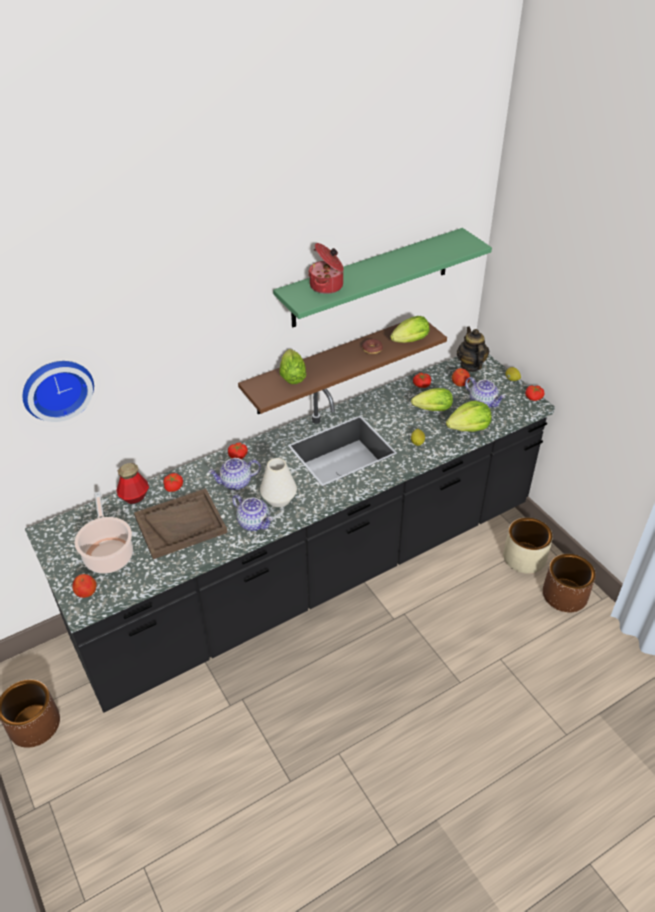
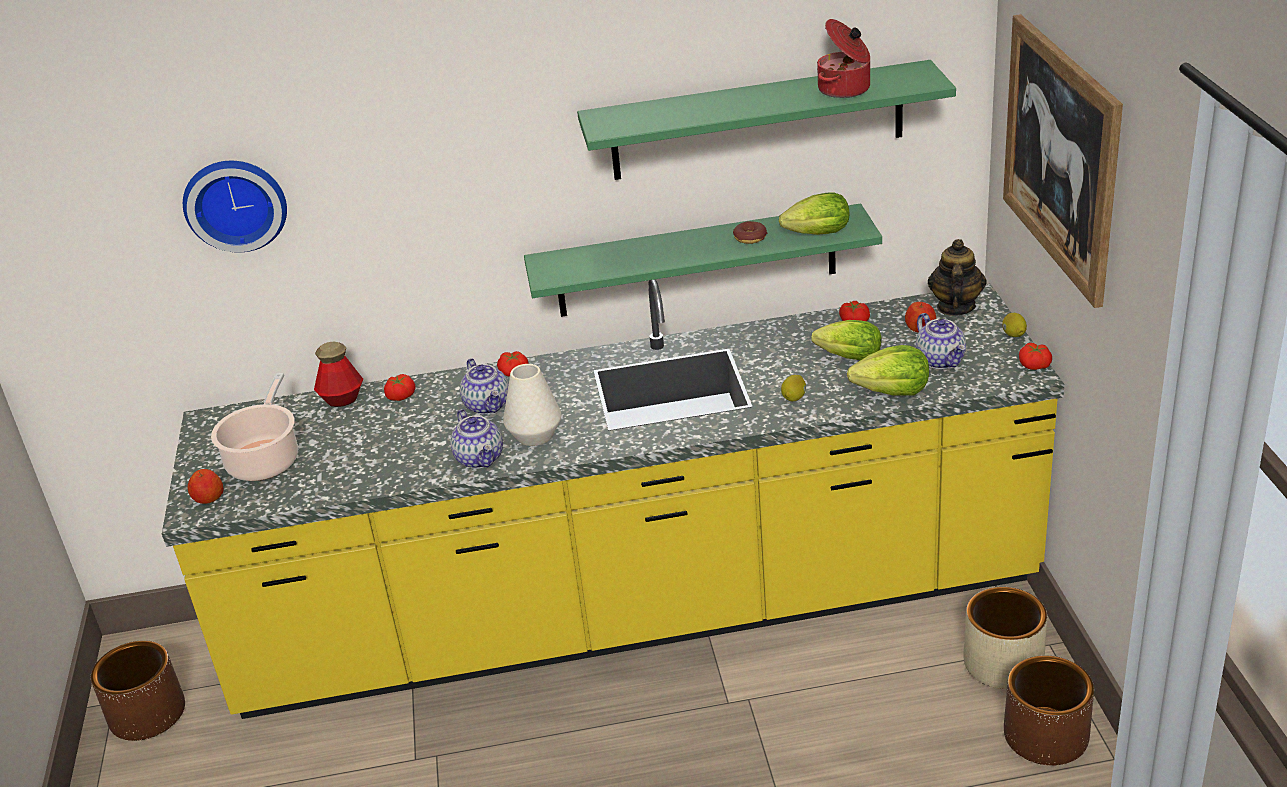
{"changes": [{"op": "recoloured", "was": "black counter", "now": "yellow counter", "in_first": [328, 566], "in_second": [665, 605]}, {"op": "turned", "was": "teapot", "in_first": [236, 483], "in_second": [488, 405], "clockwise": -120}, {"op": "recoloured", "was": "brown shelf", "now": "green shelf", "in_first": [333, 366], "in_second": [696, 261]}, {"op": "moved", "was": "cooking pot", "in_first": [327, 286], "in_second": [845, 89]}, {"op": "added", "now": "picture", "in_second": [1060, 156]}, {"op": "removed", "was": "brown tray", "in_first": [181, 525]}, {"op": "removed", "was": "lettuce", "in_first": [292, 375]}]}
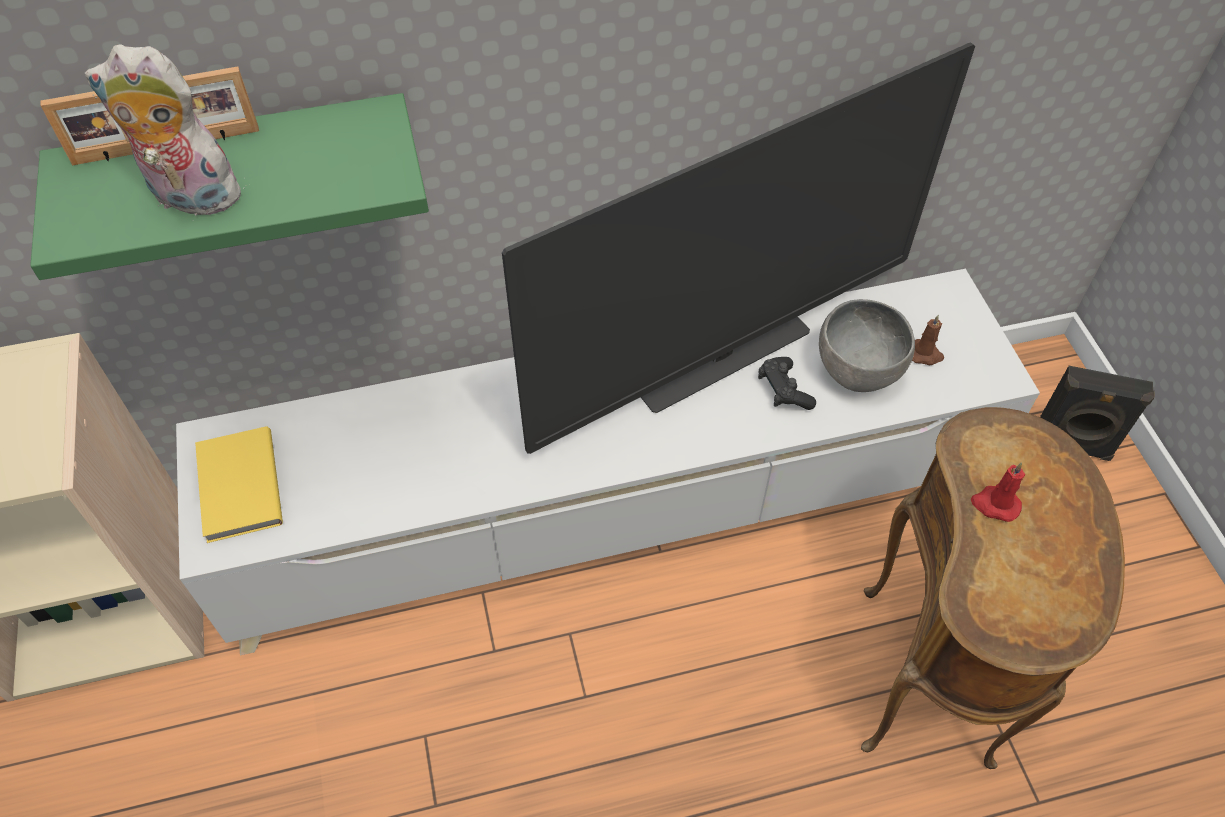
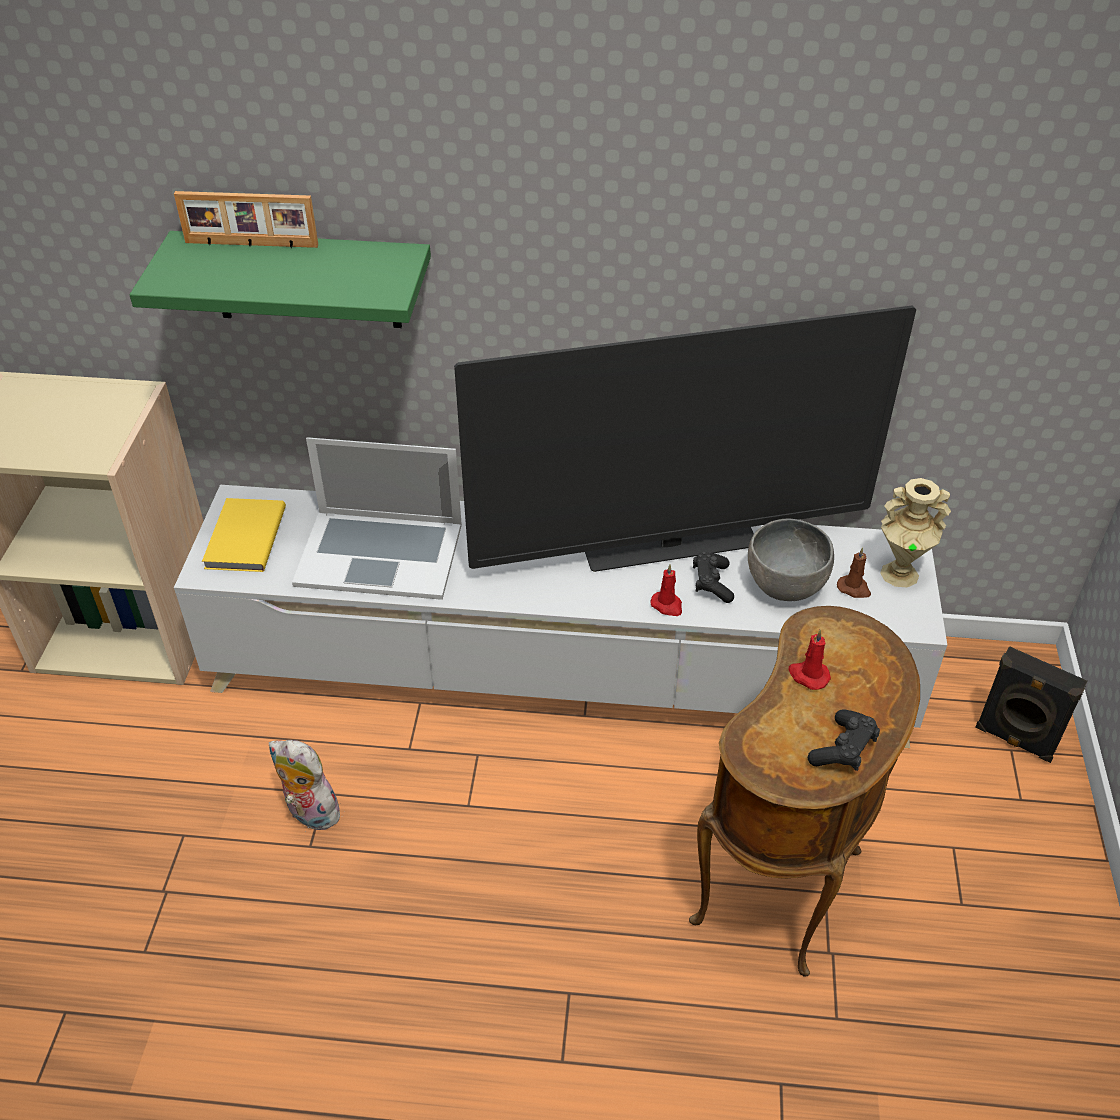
{"changes": [{"op": "moved", "was": "plush toy", "in_first": [190, 198], "in_second": [309, 813]}, {"op": "added", "now": "laptop", "in_second": [380, 553]}, {"op": "added", "now": "red candle", "in_second": [667, 605]}, {"op": "added", "now": "black game controller", "in_second": [843, 750]}, {"op": "added", "now": "beige vase", "in_second": [899, 573]}]}
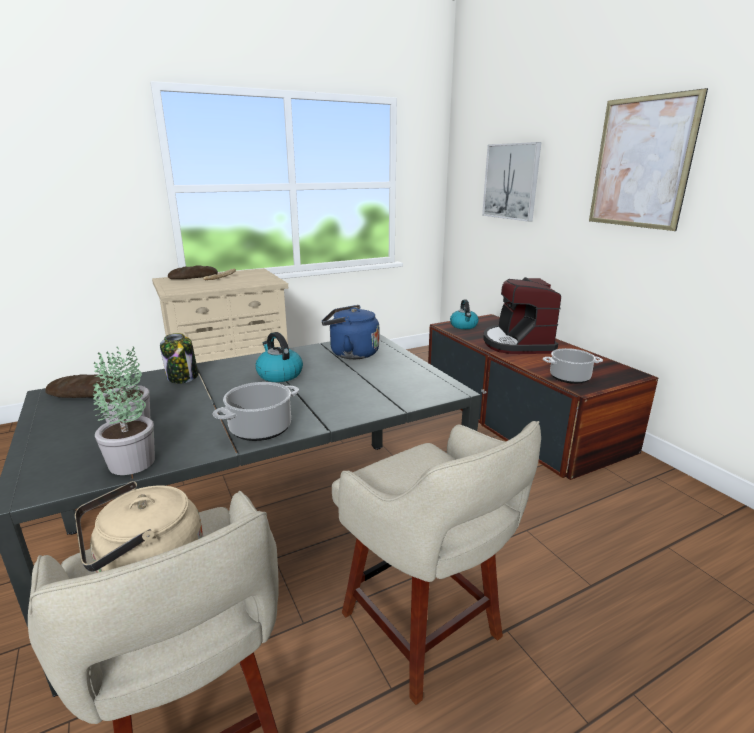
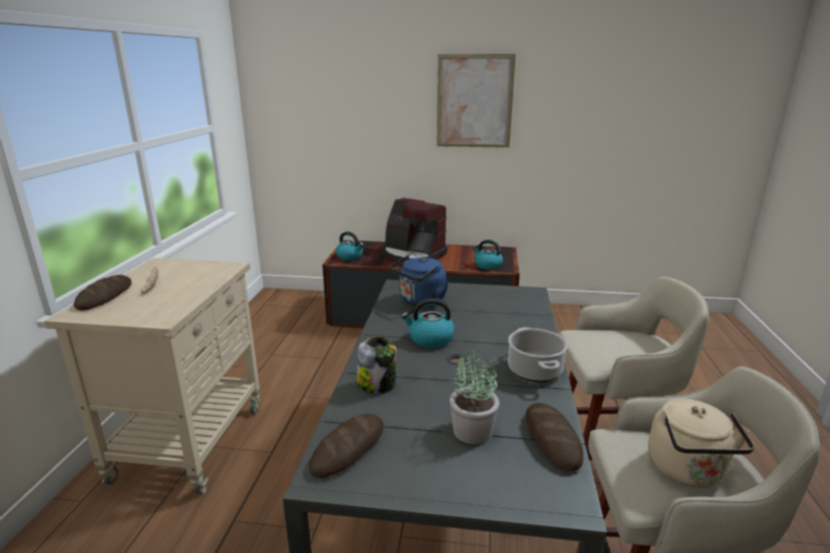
{"changes": [{"op": "replaced", "was": "cooking pot", "now": "kettle", "in_first": [569, 378], "in_second": [487, 265]}, {"op": "replaced", "was": "potted plant", "now": "bread", "in_first": [131, 463], "in_second": [552, 440]}, {"op": "removed", "was": "picture", "in_first": [511, 181]}]}
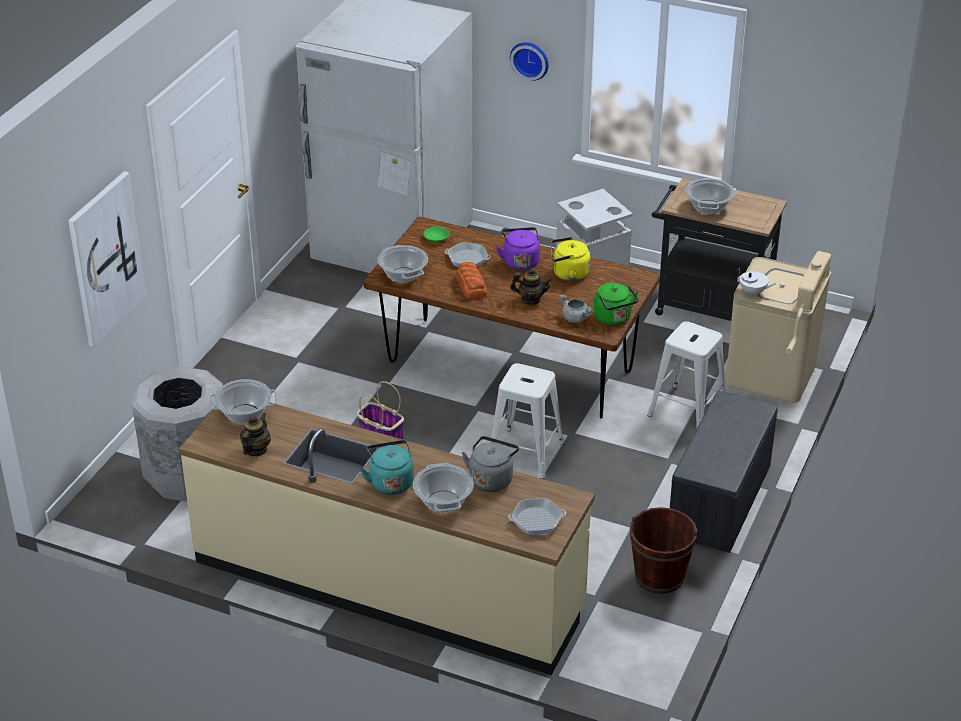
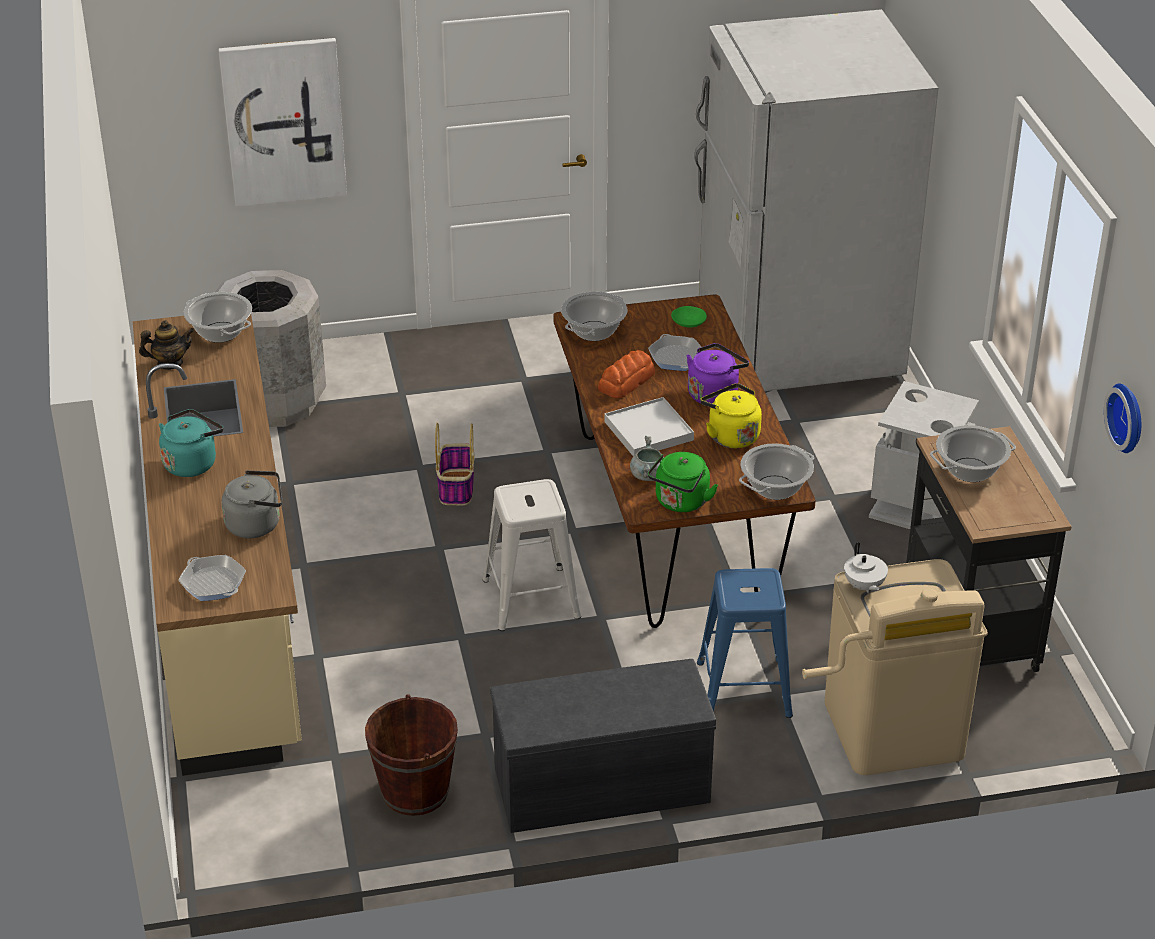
{"changes": [{"op": "replaced", "was": "teapot", "now": "white tray", "in_first": [531, 300], "in_second": [648, 430]}, {"op": "recoloured", "was": "white stool", "now": "blue stool", "in_first": [687, 410], "in_second": [743, 689]}, {"op": "moved", "was": "cooking pot", "in_first": [443, 502], "in_second": [775, 488]}, {"op": "moved", "was": "wall clock", "in_first": [530, 59], "in_second": [1129, 417]}]}
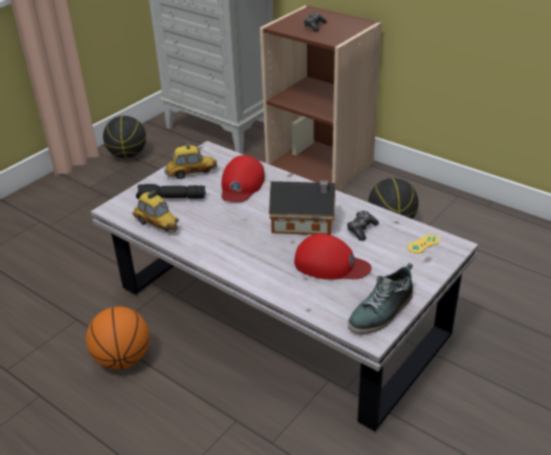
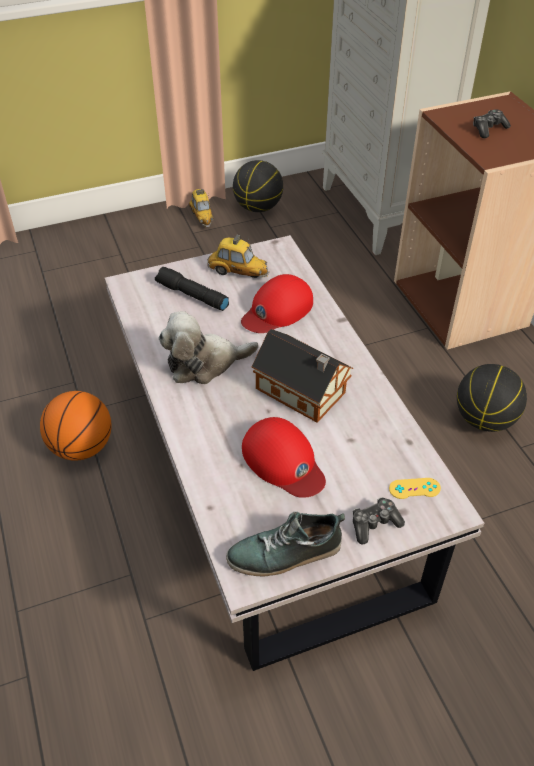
{"changes": [{"op": "added", "now": "plush toy", "in_second": [204, 363]}, {"op": "moved", "was": "toy car", "in_first": [157, 224], "in_second": [202, 217]}, {"op": "moved", "was": "game controller", "in_first": [361, 229], "in_second": [374, 524]}]}
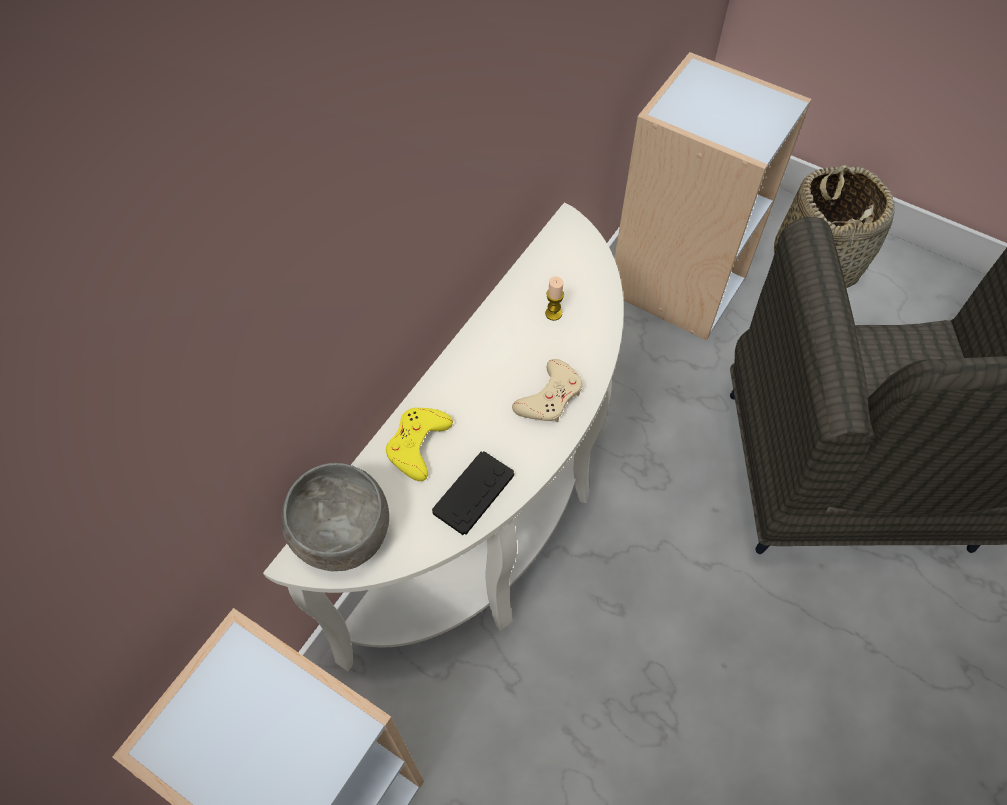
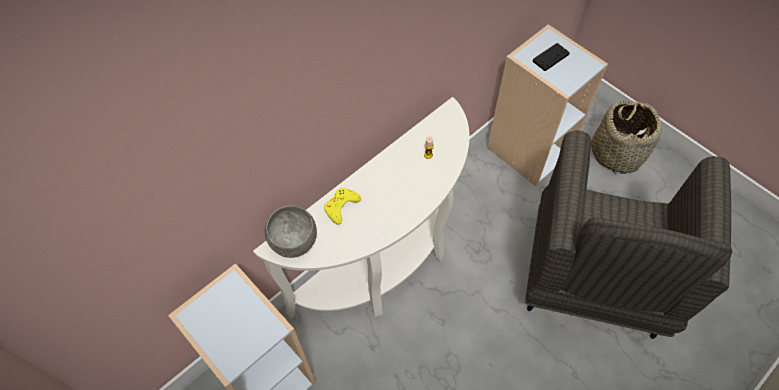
{"changes": [{"op": "moved", "was": "black game controller", "in_first": [473, 493], "in_second": [550, 57]}, {"op": "removed", "was": "beige game controller", "in_first": [550, 397]}]}
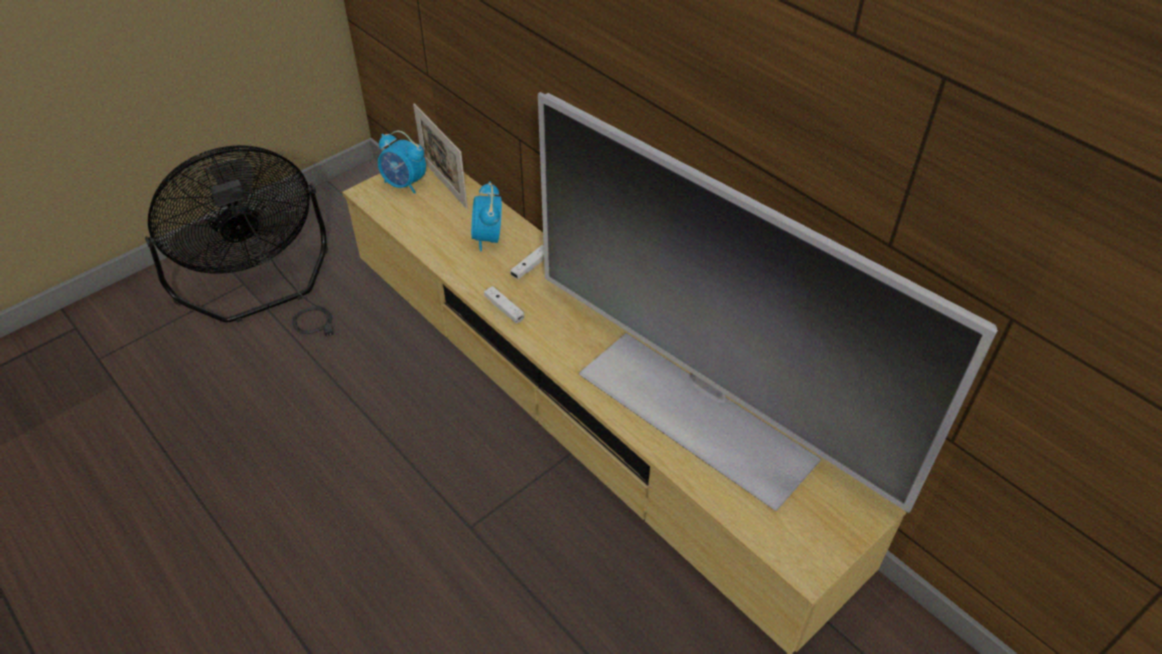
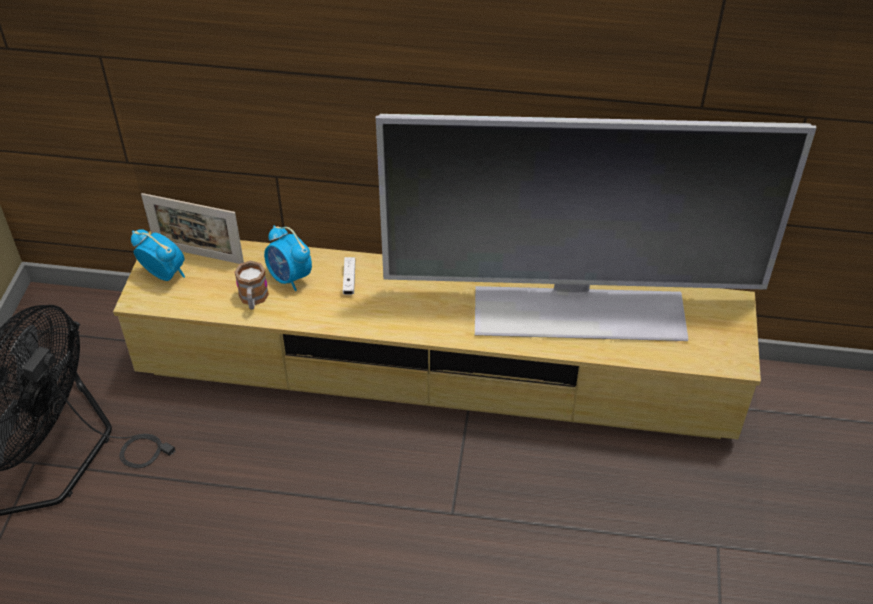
{"changes": [{"op": "turned", "was": "alarm clock", "in_first": [404, 184], "in_second": [164, 274], "clockwise": -135}, {"op": "added", "now": "mug", "in_second": [253, 299]}, {"op": "removed", "was": "white game controller", "in_first": [504, 309]}]}
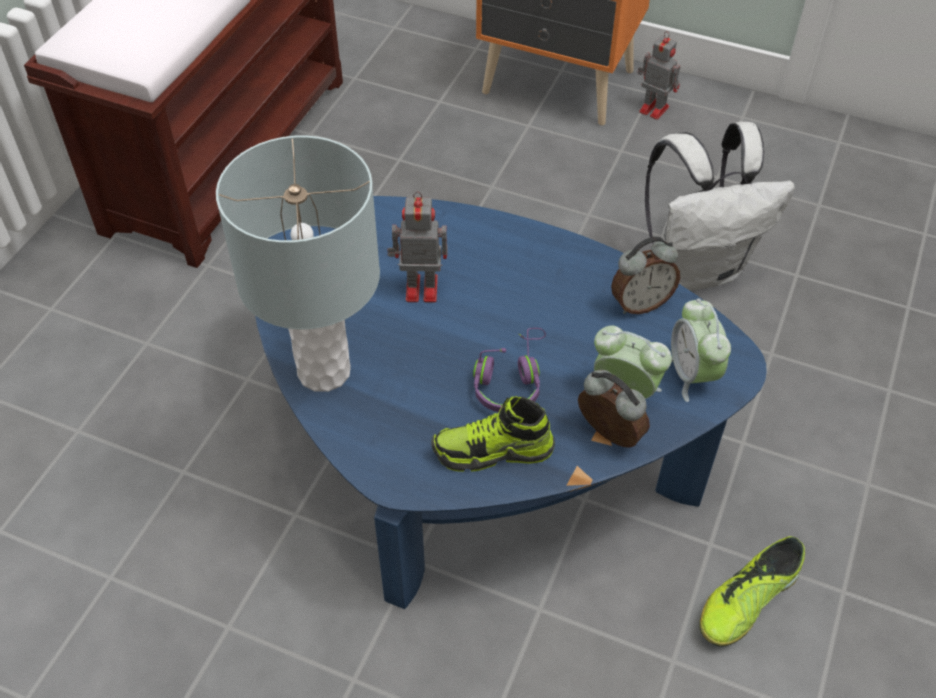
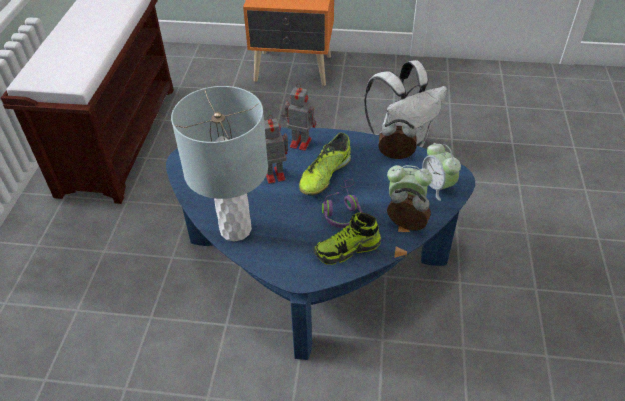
{"changes": [{"op": "moved", "was": "toy robot", "in_first": [652, 108], "in_second": [299, 142]}, {"op": "moved", "was": "shoe", "in_first": [747, 600], "in_second": [324, 175]}, {"op": "turned", "was": "alarm clock", "in_first": [640, 303], "in_second": [395, 157], "clockwise": -135}]}
